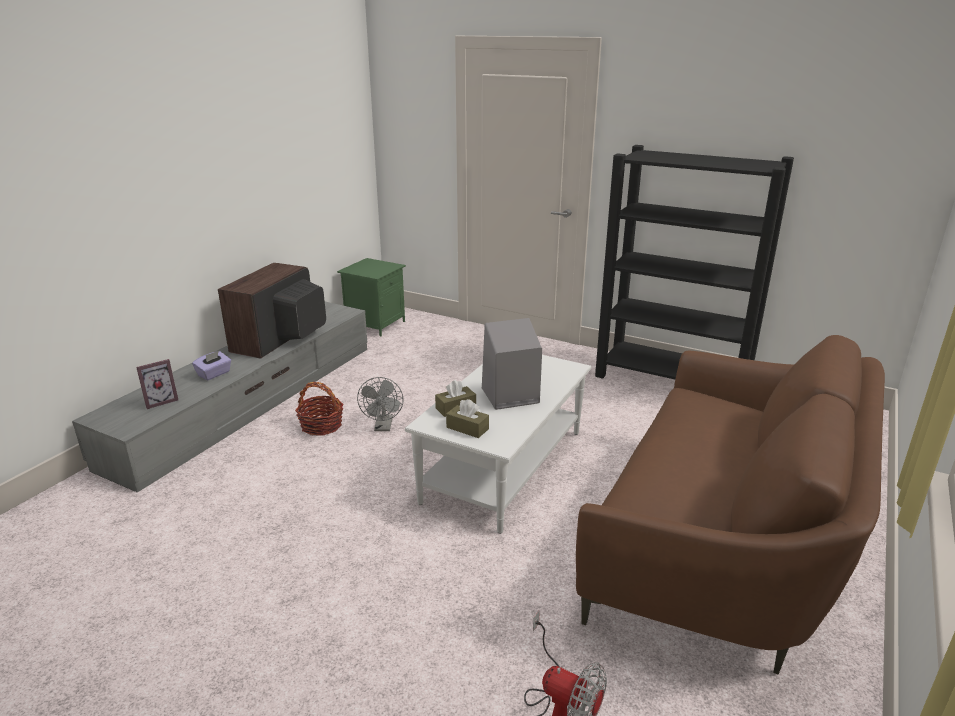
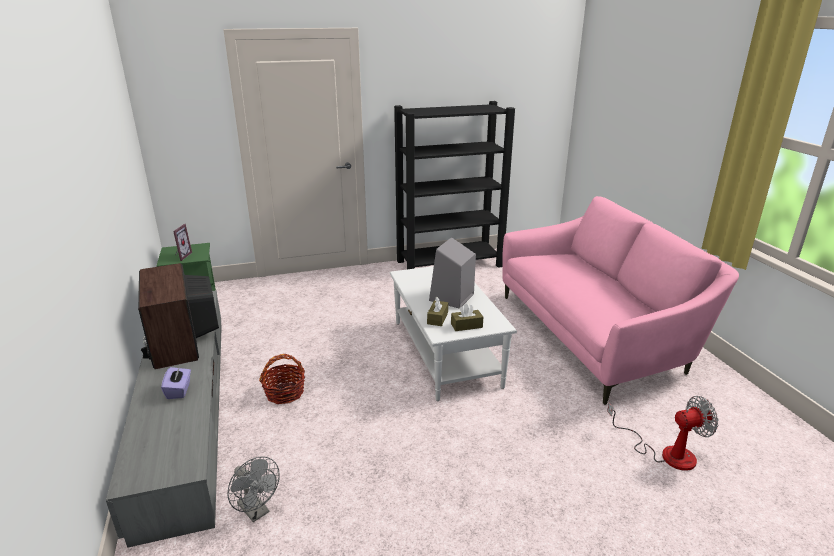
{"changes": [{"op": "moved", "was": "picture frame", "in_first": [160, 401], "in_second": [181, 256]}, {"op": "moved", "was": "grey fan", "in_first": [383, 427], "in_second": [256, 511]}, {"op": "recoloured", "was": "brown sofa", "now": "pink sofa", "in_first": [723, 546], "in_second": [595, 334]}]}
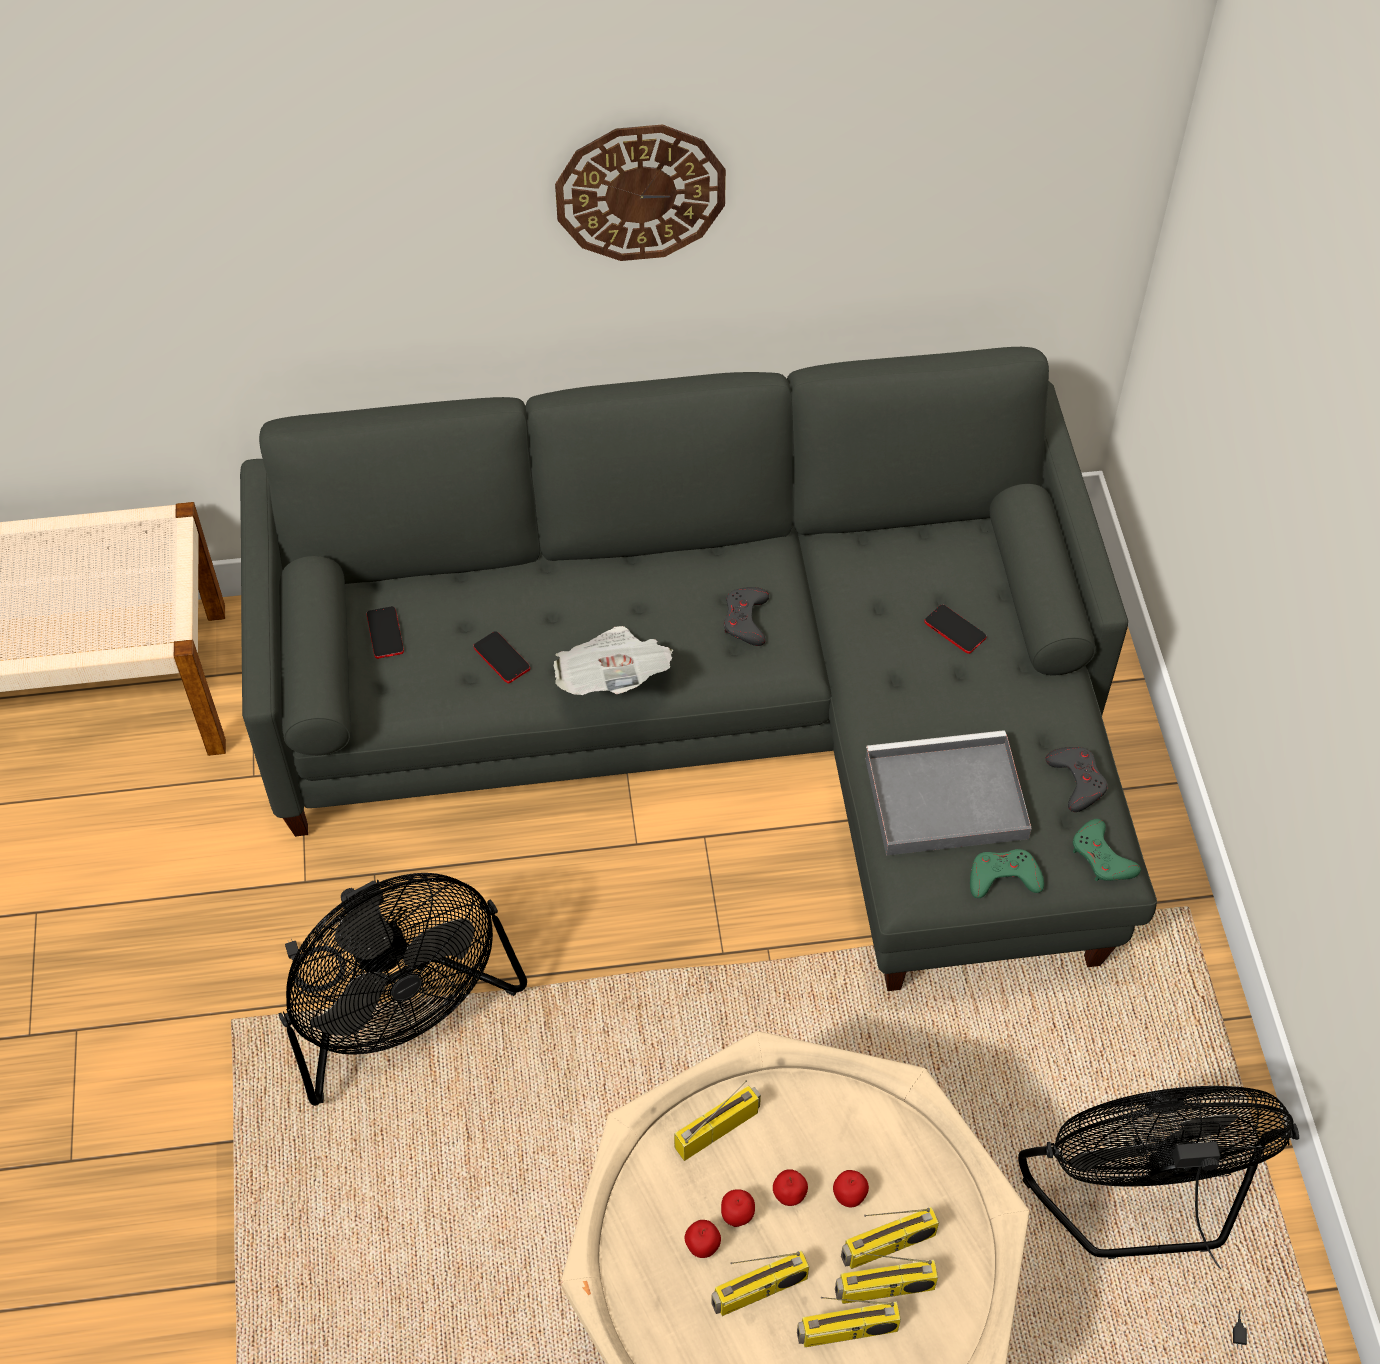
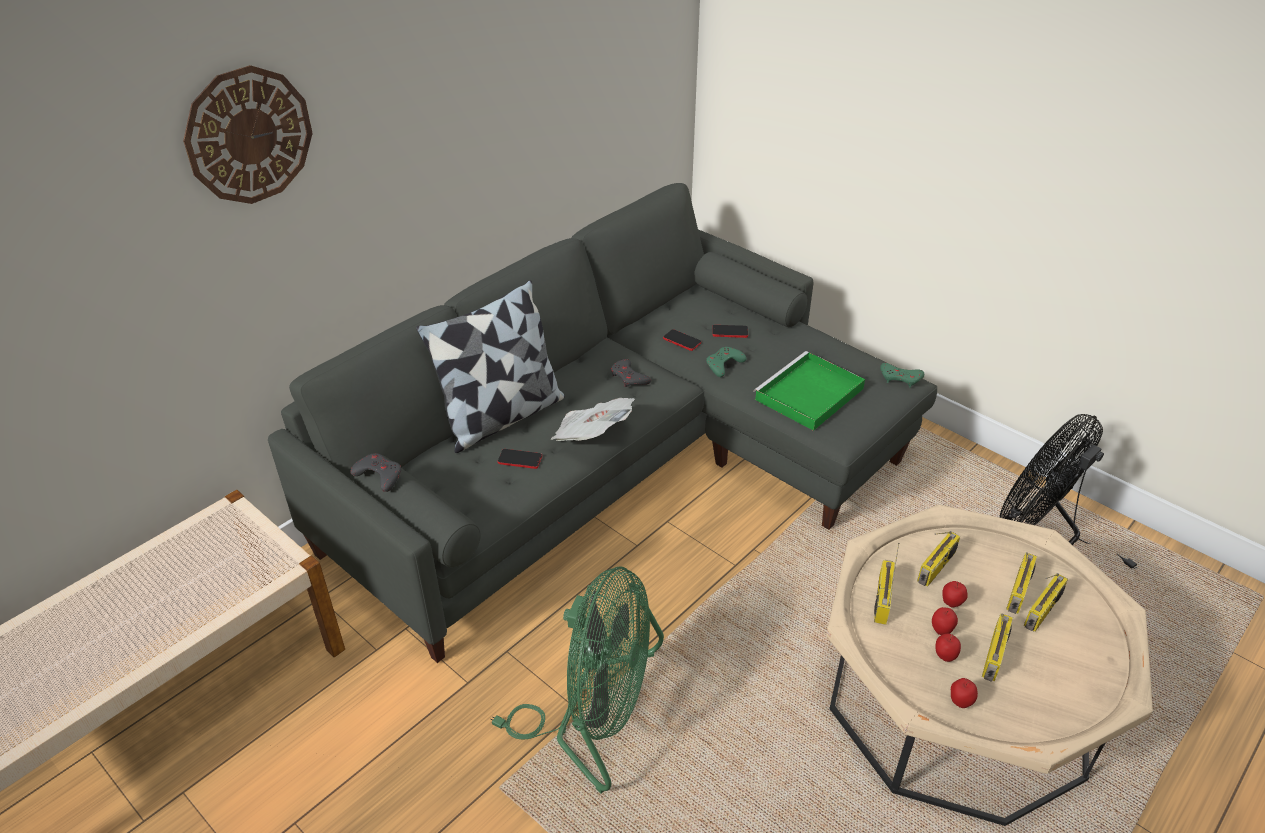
{"changes": [{"op": "moved", "was": "wall clock", "in_first": [640, 192], "in_second": [249, 135]}, {"op": "moved", "was": "grey game controller", "in_first": [1076, 781], "in_second": [379, 475]}, {"op": "added", "now": "pillow", "in_second": [501, 416]}, {"op": "recoloured", "was": "black fan", "now": "green fan", "in_first": [389, 1015], "in_second": [593, 715]}, {"op": "moved", "was": "phone", "in_first": [385, 633], "in_second": [682, 341]}, {"op": "moved", "was": "green game controller", "in_first": [1003, 877], "in_second": [724, 364]}, {"op": "recoloured", "was": "grey tray", "now": "green tray", "in_first": [942, 799], "in_second": [808, 395]}, {"op": "moved", "was": "radio", "in_first": [847, 1332], "in_second": [936, 568]}, {"op": "moved", "was": "apple", "in_first": [849, 1196], "in_second": [960, 702]}]}
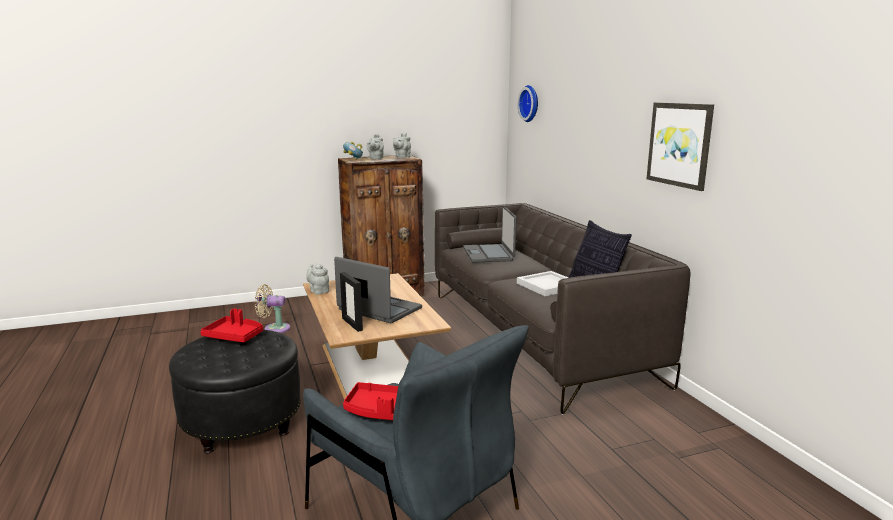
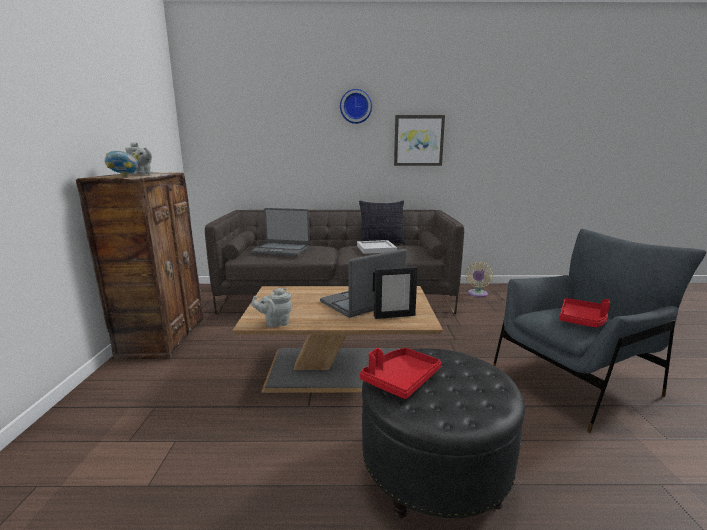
{"changes": [{"op": "moved", "was": "wall clock", "in_first": [530, 103], "in_second": [355, 106]}, {"op": "moved", "was": "beige fan", "in_first": [274, 328], "in_second": [477, 294]}, {"op": "removed", "was": "grey teapot", "in_first": [402, 157]}]}
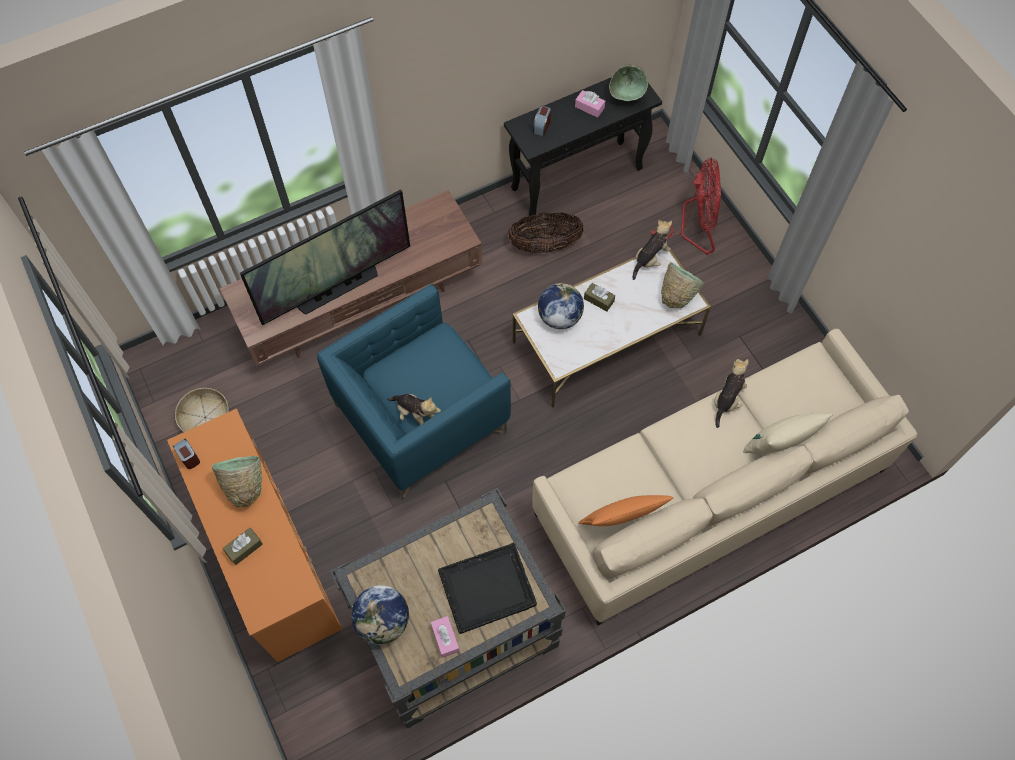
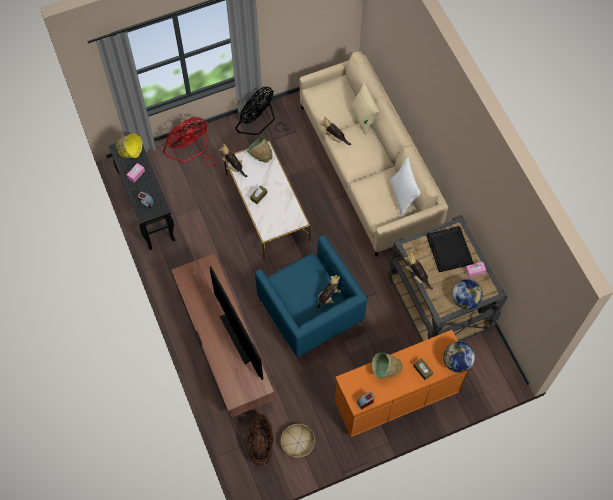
{"changes": [{"op": "recoloured", "was": "green bowl", "now": "yellow bowl", "in_first": [627, 96], "in_second": [131, 153]}, {"op": "turned", "was": "red fan", "in_first": [693, 223], "in_second": [193, 151], "clockwise": -45}, {"op": "added", "now": "black fan", "in_second": [262, 122]}, {"op": "moved", "was": "basket", "in_first": [545, 245], "in_second": [260, 444]}, {"op": "recoloured", "was": "orange pillow", "now": "white pillow", "in_first": [620, 523], "in_second": [402, 197]}, {"op": "added", "now": "plush toy", "in_second": [417, 276]}, {"op": "moved", "was": "globe", "in_first": [559, 317], "in_second": [456, 362]}]}
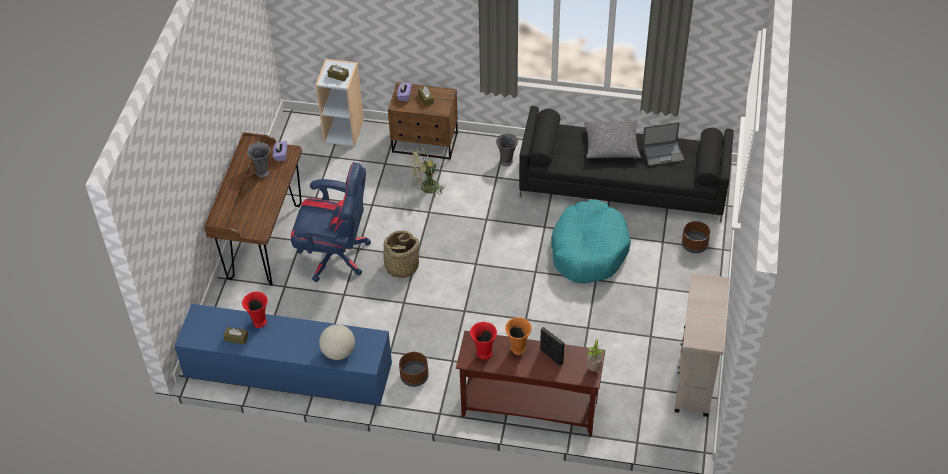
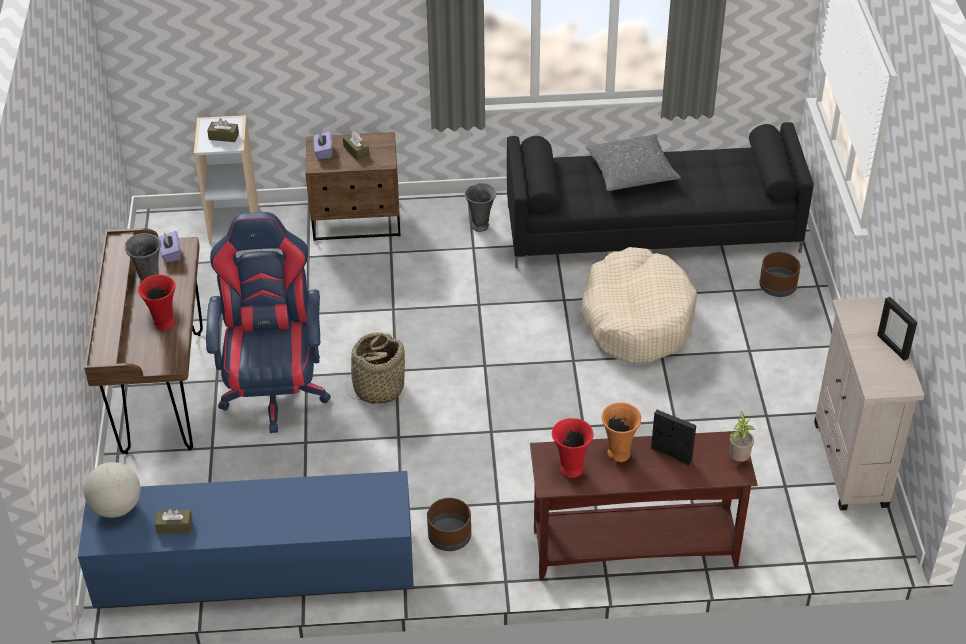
{"changes": [{"op": "moved", "was": "globe", "in_first": [338, 352], "in_second": [116, 507]}, {"op": "moved", "was": "red vase", "in_first": [259, 322], "in_second": [164, 324]}, {"op": "turned", "was": "blue office chair", "in_first": [334, 256], "in_second": [274, 392], "clockwise": -90}, {"op": "recoloured", "was": "turquoise dog bed", "now": "beige dog bed", "in_first": [588, 250], "in_second": [637, 319]}, {"op": "added", "now": "picture frame", "in_second": [893, 346]}, {"op": "removed", "was": "green fan", "in_first": [426, 189]}, {"op": "removed", "was": "laptop", "in_first": [663, 153]}]}
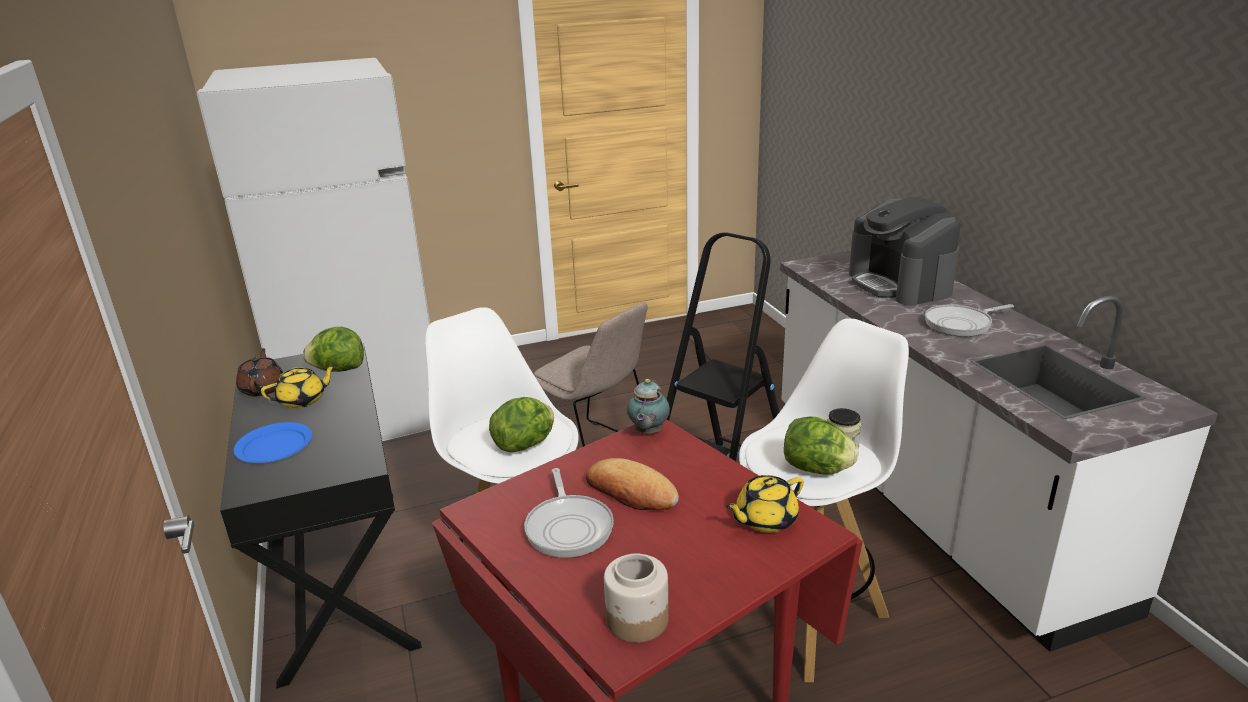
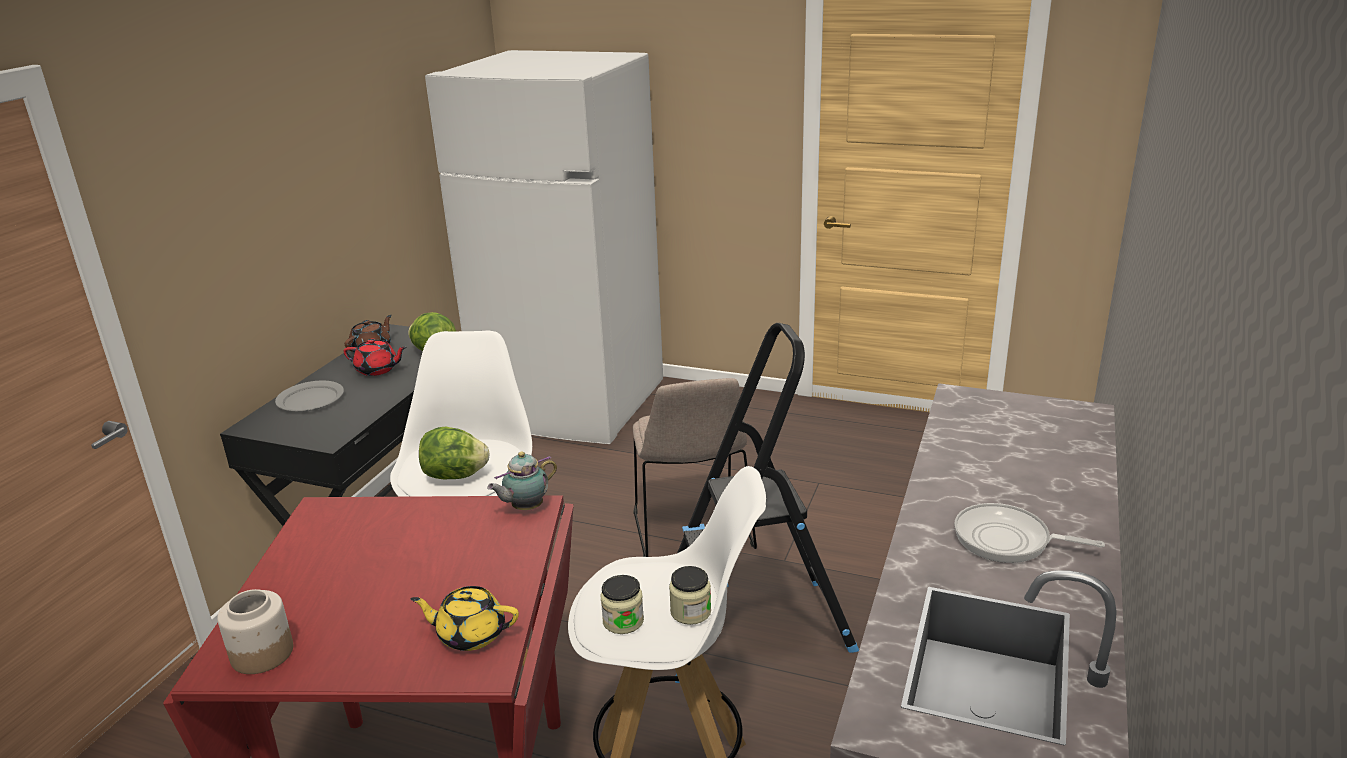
{"changes": [{"op": "recoloured", "was": "blue plate", "now": "grey plate", "in_first": [275, 446], "in_second": [311, 399]}, {"op": "recoloured", "was": "yellow teapot", "now": "red teapot", "in_first": [303, 400], "in_second": [377, 369]}, {"op": "replaced", "was": "lettuce", "now": "jar", "in_first": [816, 469], "in_second": [623, 621]}, {"op": "removed", "was": "frying pan", "in_first": [569, 527]}, {"op": "removed", "was": "bread", "in_first": [631, 492]}, {"op": "removed", "was": "coffee machine", "in_first": [900, 284]}]}
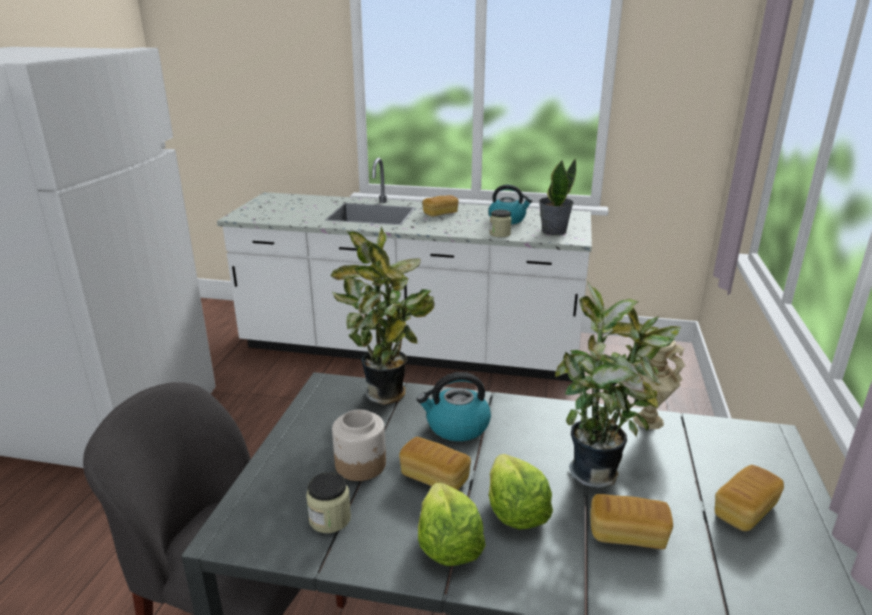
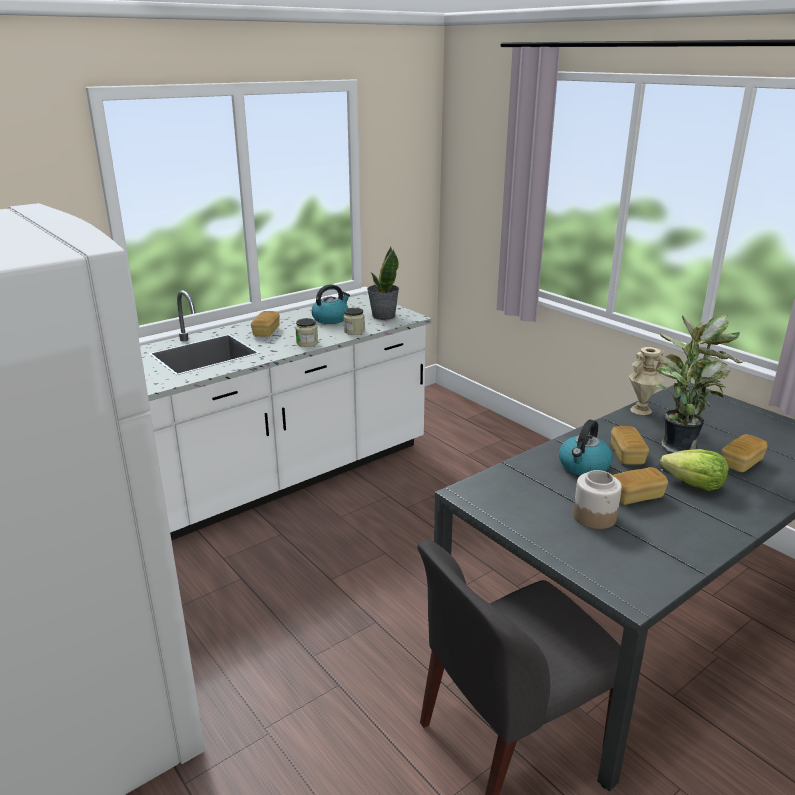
{"changes": [{"op": "moved", "was": "jar", "in_first": [330, 519], "in_second": [307, 343]}, {"op": "moved", "was": "bread", "in_first": [744, 511], "in_second": [627, 455]}, {"op": "removed", "was": "potted plant", "in_first": [388, 396]}, {"op": "removed", "was": "lettuce", "in_first": [448, 544]}]}
